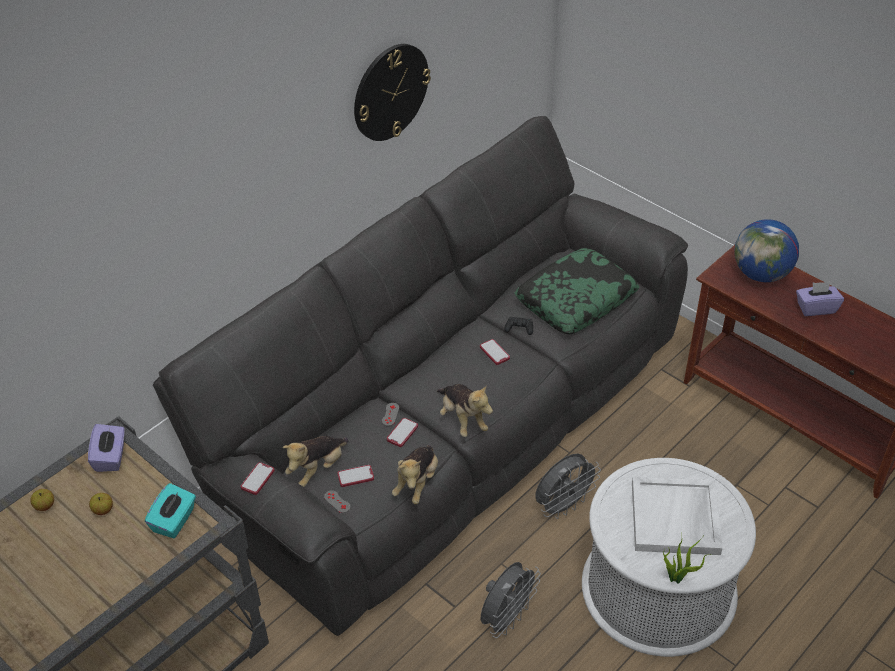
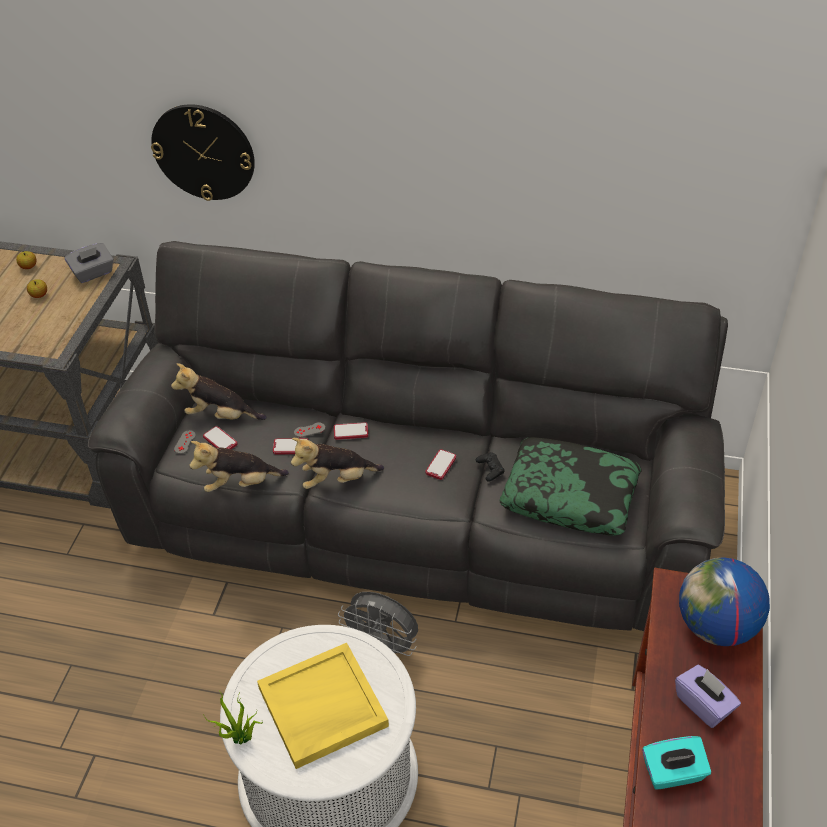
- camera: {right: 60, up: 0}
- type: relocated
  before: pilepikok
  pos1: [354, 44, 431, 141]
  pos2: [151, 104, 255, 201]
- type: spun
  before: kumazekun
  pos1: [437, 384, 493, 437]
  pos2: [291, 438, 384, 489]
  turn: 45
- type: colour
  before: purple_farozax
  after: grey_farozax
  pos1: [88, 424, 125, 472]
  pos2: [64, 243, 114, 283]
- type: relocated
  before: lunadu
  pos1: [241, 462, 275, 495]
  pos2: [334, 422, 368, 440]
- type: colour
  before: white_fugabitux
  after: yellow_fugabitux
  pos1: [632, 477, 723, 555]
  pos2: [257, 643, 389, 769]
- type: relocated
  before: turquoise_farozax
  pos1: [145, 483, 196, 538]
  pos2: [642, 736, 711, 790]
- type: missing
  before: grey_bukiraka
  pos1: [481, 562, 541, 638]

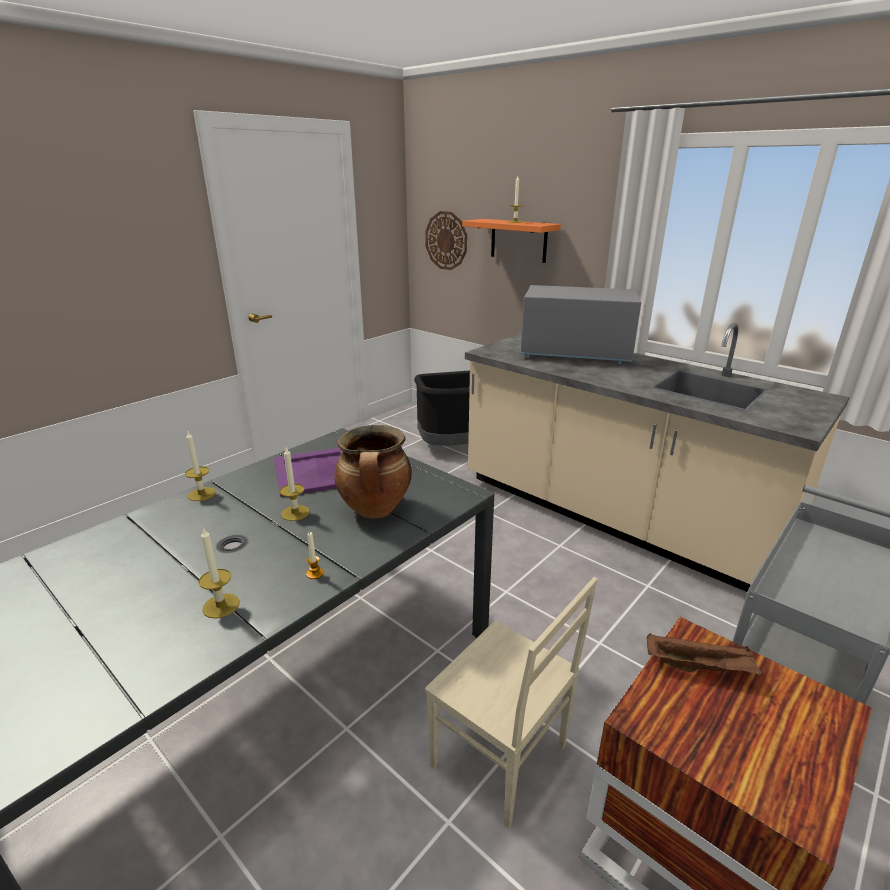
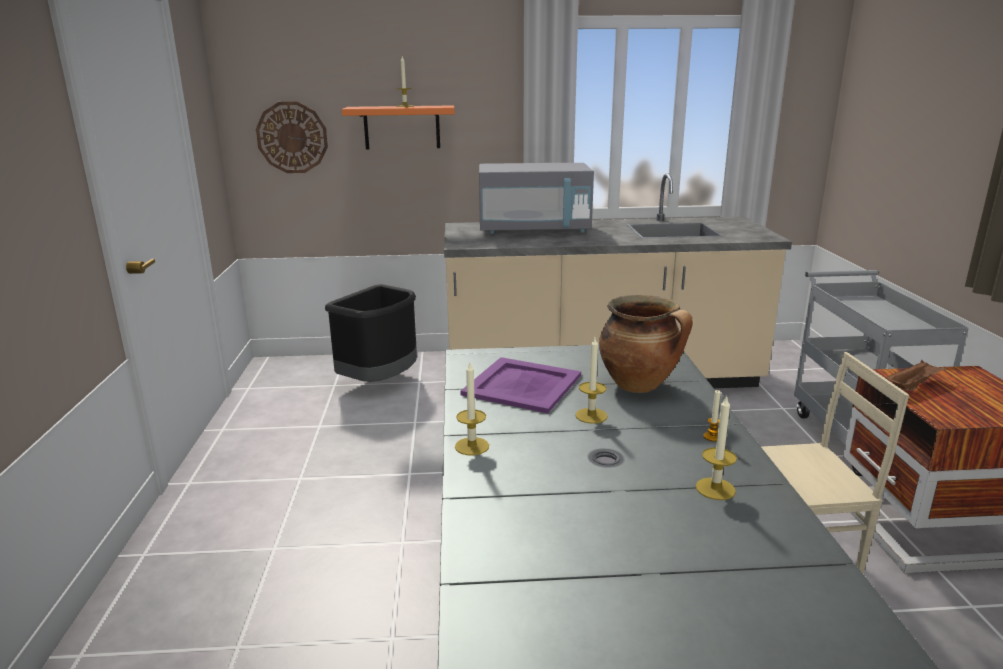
- camera: {right: -45, up: -5}
- type: spun
  before: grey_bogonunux
  pos1: [520, 285, 641, 364]
  pos2: [479, 163, 594, 234]
  turn: -150

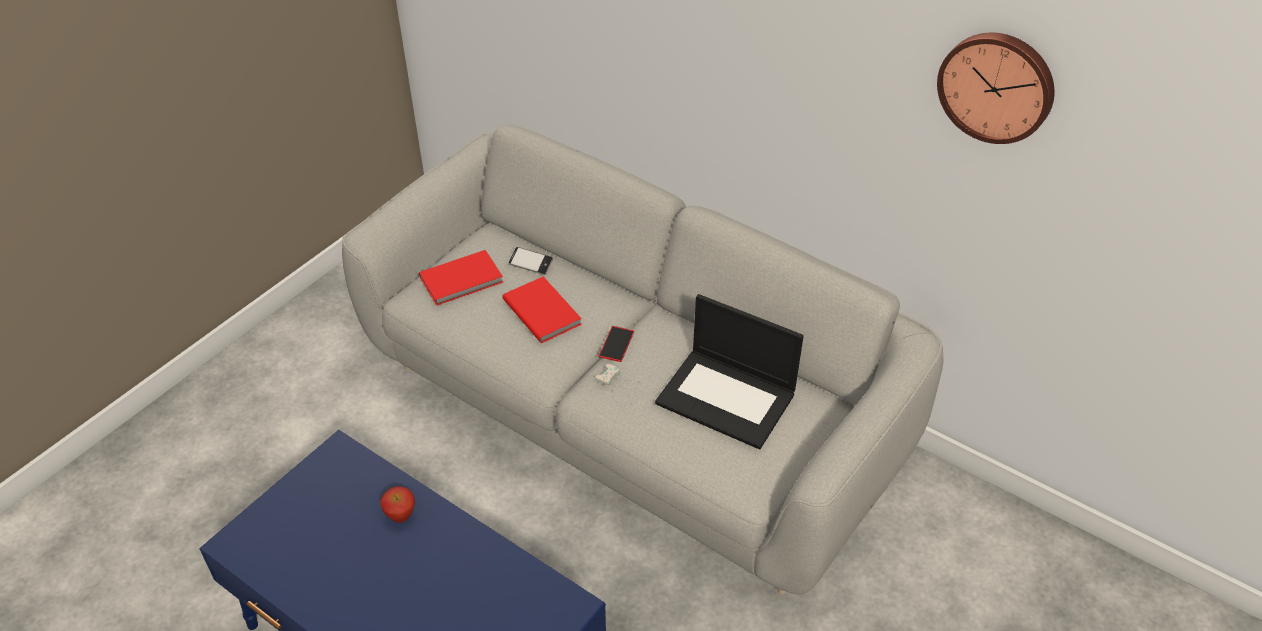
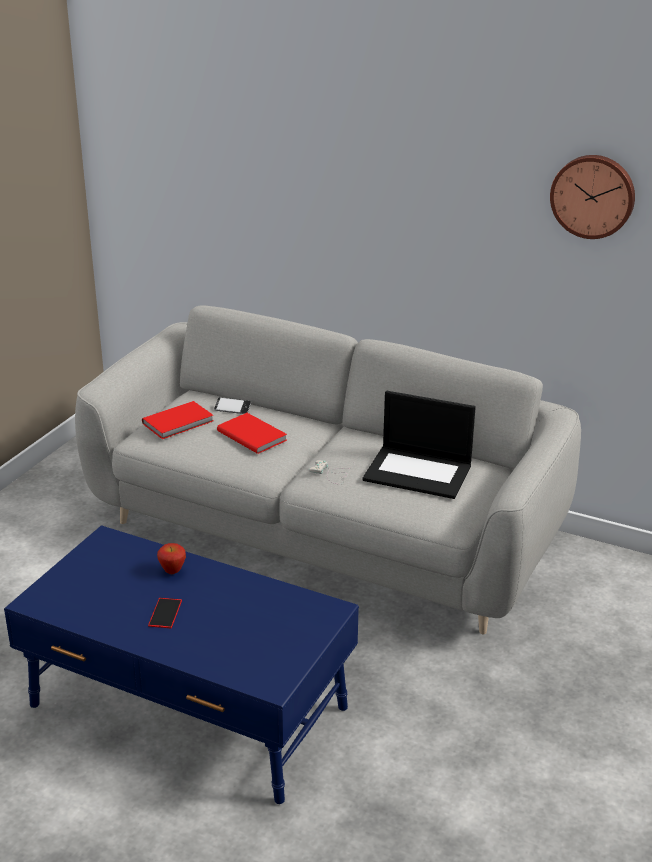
- camera: {right: -10, up: -15}
- type: relocated
  before: lunadu
  pos1: [599, 326, 634, 362]
  pos2: [148, 598, 182, 628]

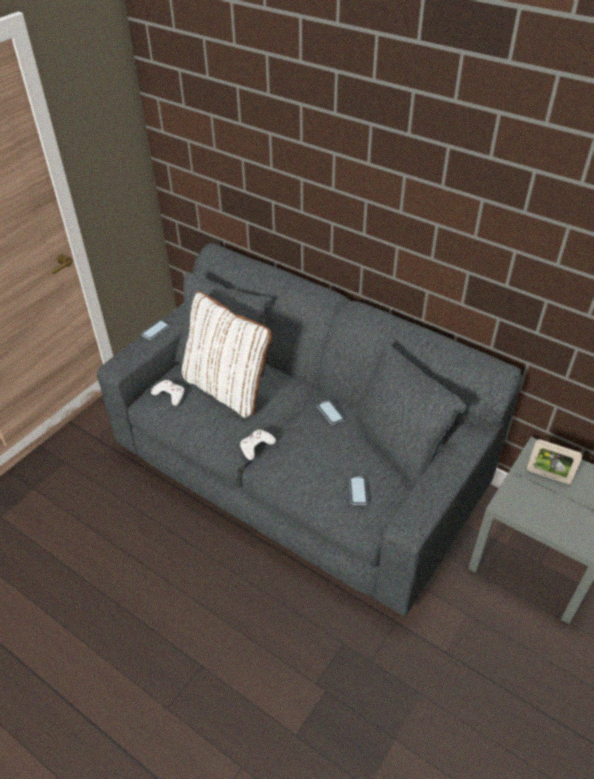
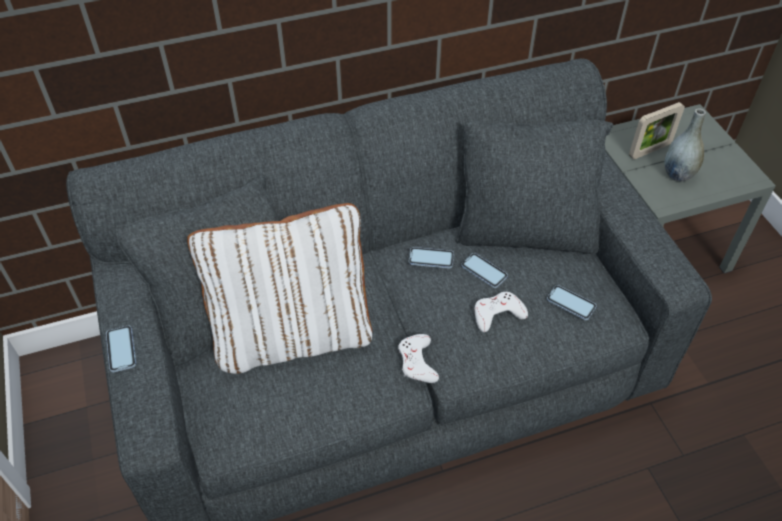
- camera: {right: -55, up: 5}
- type: relocated
  before: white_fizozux
  pos1: [151, 380, 184, 406]
  pos2: [475, 292, 528, 332]
- type: appeared
  after: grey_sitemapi
  pos2: [664, 108, 706, 182]
- type: appeared
  after: lunadu
  pos2: [461, 253, 508, 288]

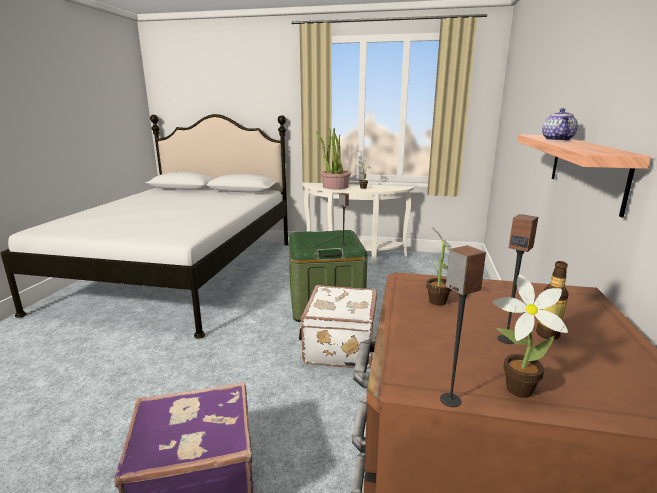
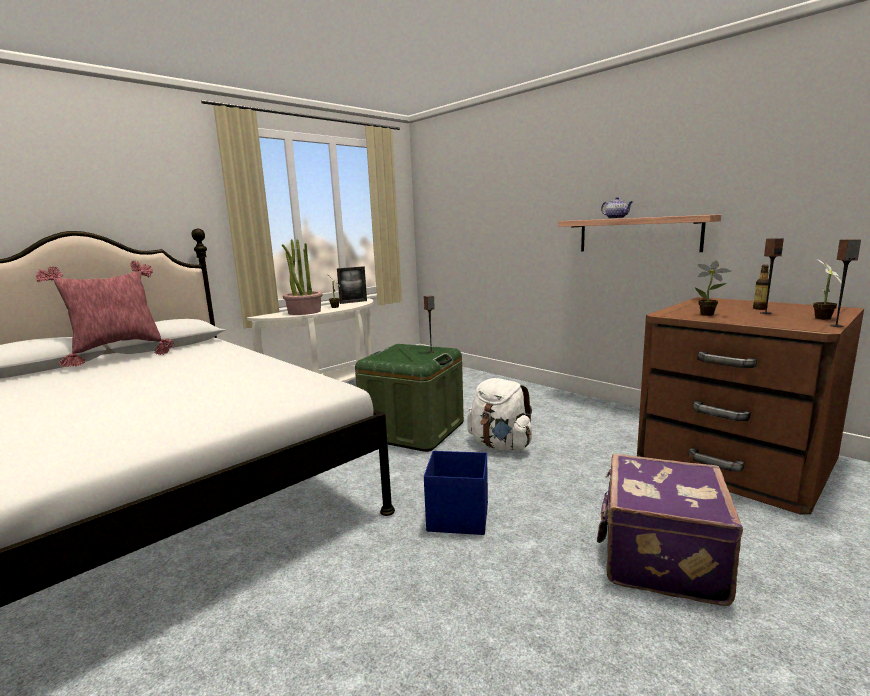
- camera: {right: -55, up: -5}
- type: exchanged
  before: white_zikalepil
  after: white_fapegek
  pos1: [299, 285, 377, 369]
  pos2: [467, 378, 532, 450]
- type: appeared
  after: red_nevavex
  pos2: [36, 260, 174, 367]
- type: appeared
  after: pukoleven
  pos2: [337, 266, 367, 304]
- type: appeared
  after: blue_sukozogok
  pos2: [424, 451, 488, 535]

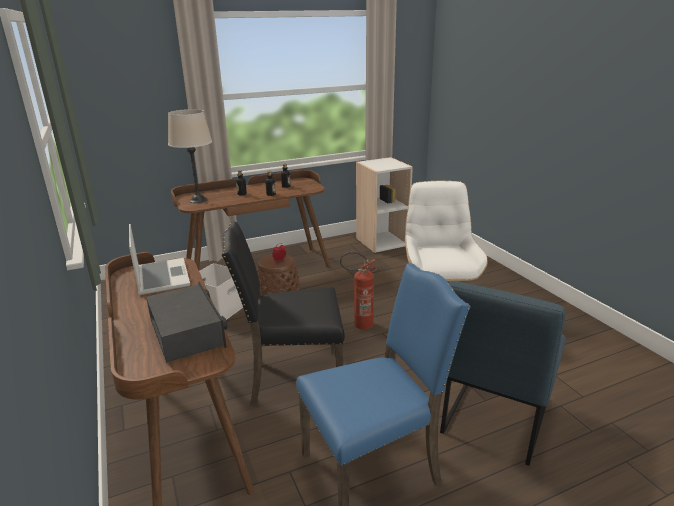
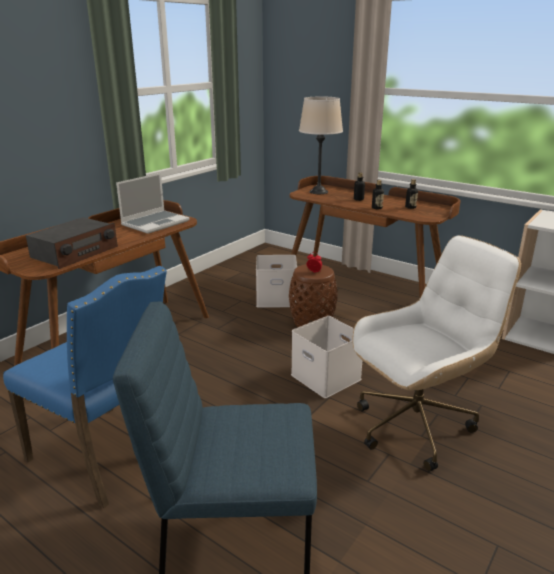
- camera: {right: 60, up: 0}
- type: missing
  before: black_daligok
  pos1: [222, 222, 345, 405]
- type: exchanged
  before: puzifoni
  after: white_sukozogok
  pos1: [340, 252, 378, 330]
  pos2: [291, 316, 362, 398]

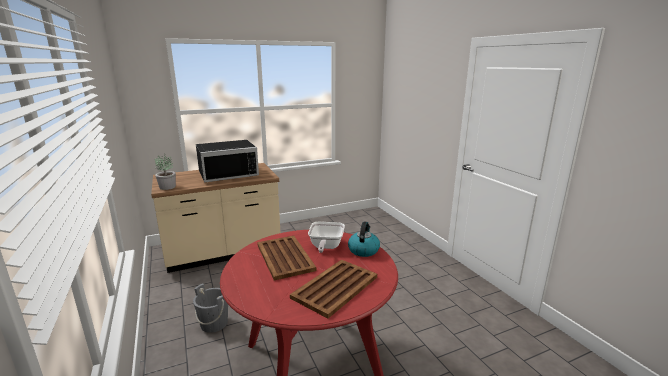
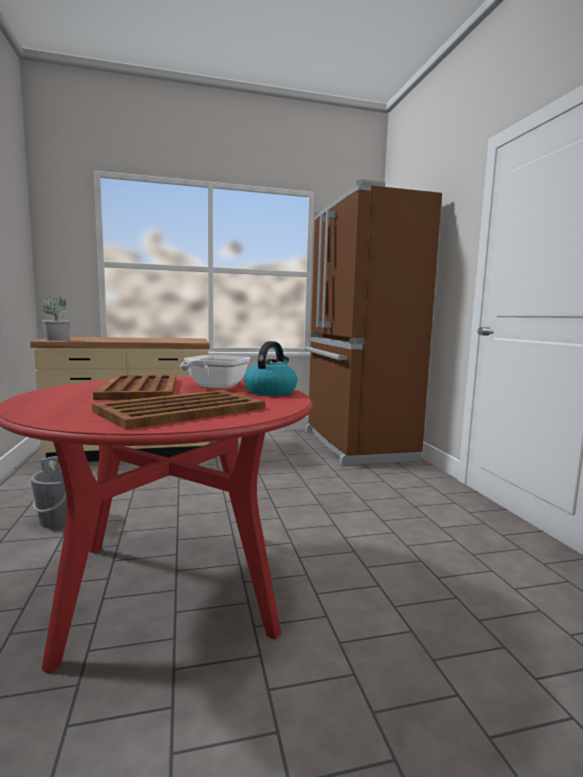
- camera: {right: 10, up: -10}
- type: missing
  before: black_bogonunux
  pos1: [196, 140, 259, 183]
- type: appeared
  after: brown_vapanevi
  pos2: [305, 179, 442, 465]

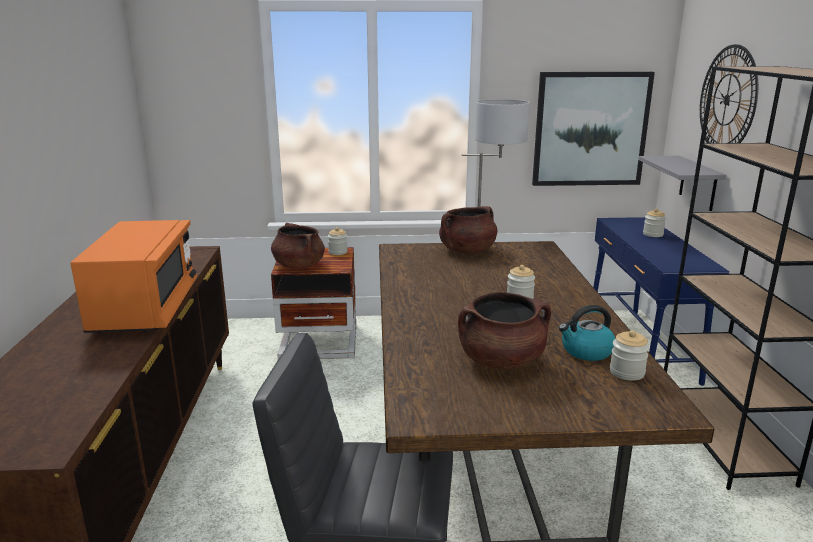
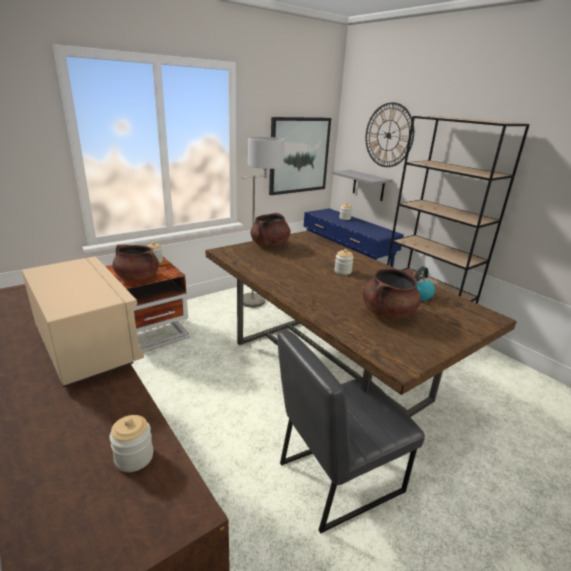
- camera: {right: -35, up: 5}
- type: colour
  before: orange_bogonunux
  after: beige_bogonunux
  pos1: [71, 220, 197, 334]
  pos2: [22, 256, 144, 387]
- type: relocated
  before: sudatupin
  pos1: [610, 330, 649, 381]
  pos2: [109, 415, 153, 472]

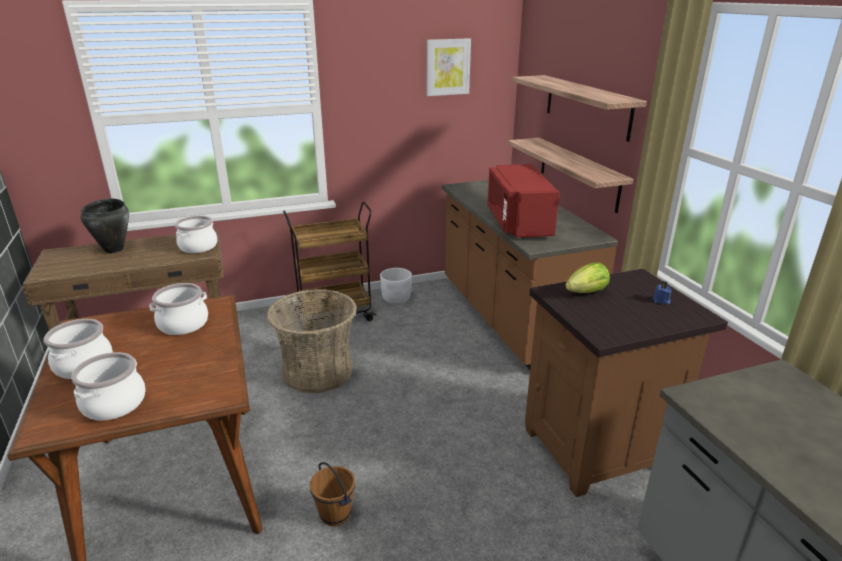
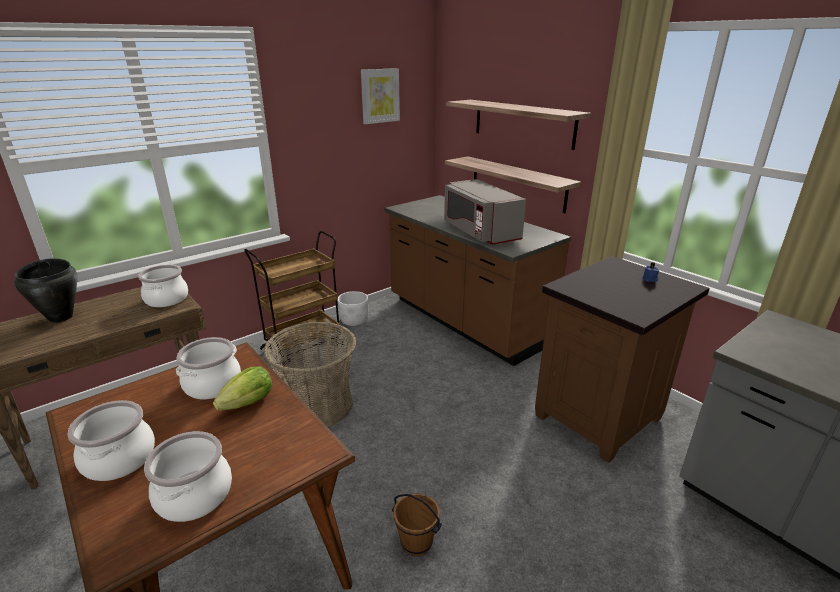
- camera: {right: -20, up: 0}
- type: colour
  before: red_bogonunux
  after: grey_bogonunux
  pos1: [487, 164, 560, 238]
  pos2: [444, 179, 526, 245]
- type: relocated
  before: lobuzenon
  pos1: [565, 263, 610, 293]
  pos2: [213, 367, 272, 411]

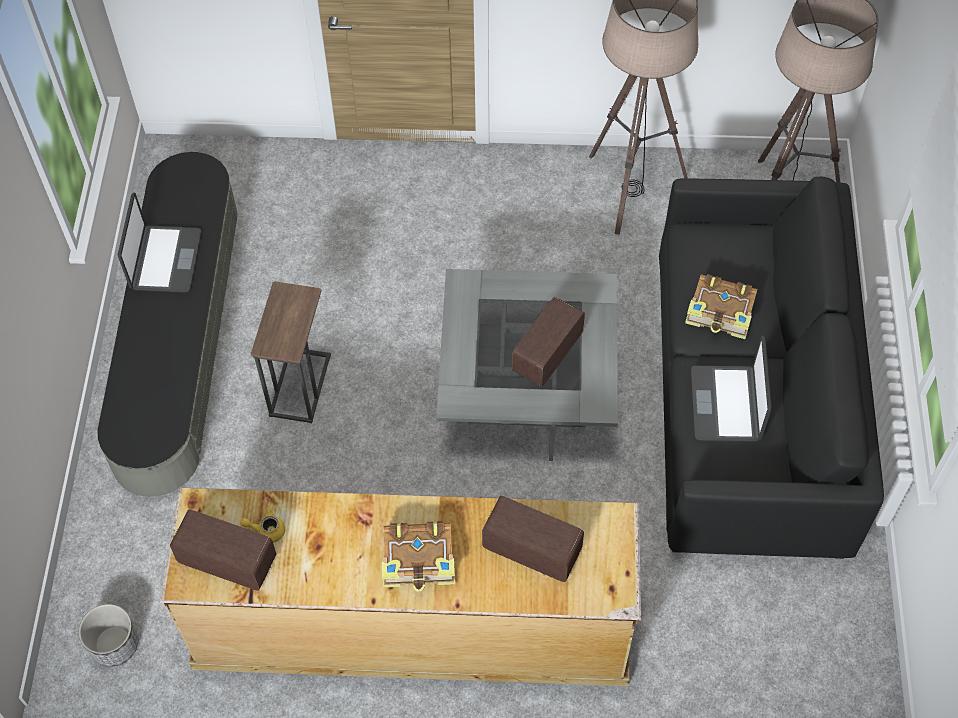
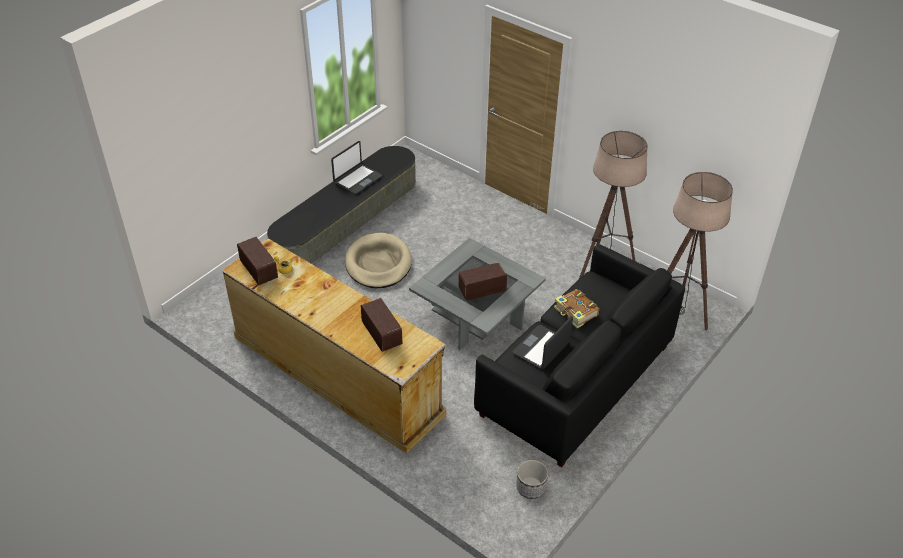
- camera: {right: 35, up: -15}
- type: exchanged
  before: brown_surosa
  after: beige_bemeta
  pos1: [251, 281, 331, 423]
  pos2: [345, 233, 412, 288]
- type: missing
  before: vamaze
  pos1: [382, 521, 455, 592]
- type: relocated
  before: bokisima
  pos1: [79, 604, 138, 667]
  pos2: [516, 460, 548, 499]

